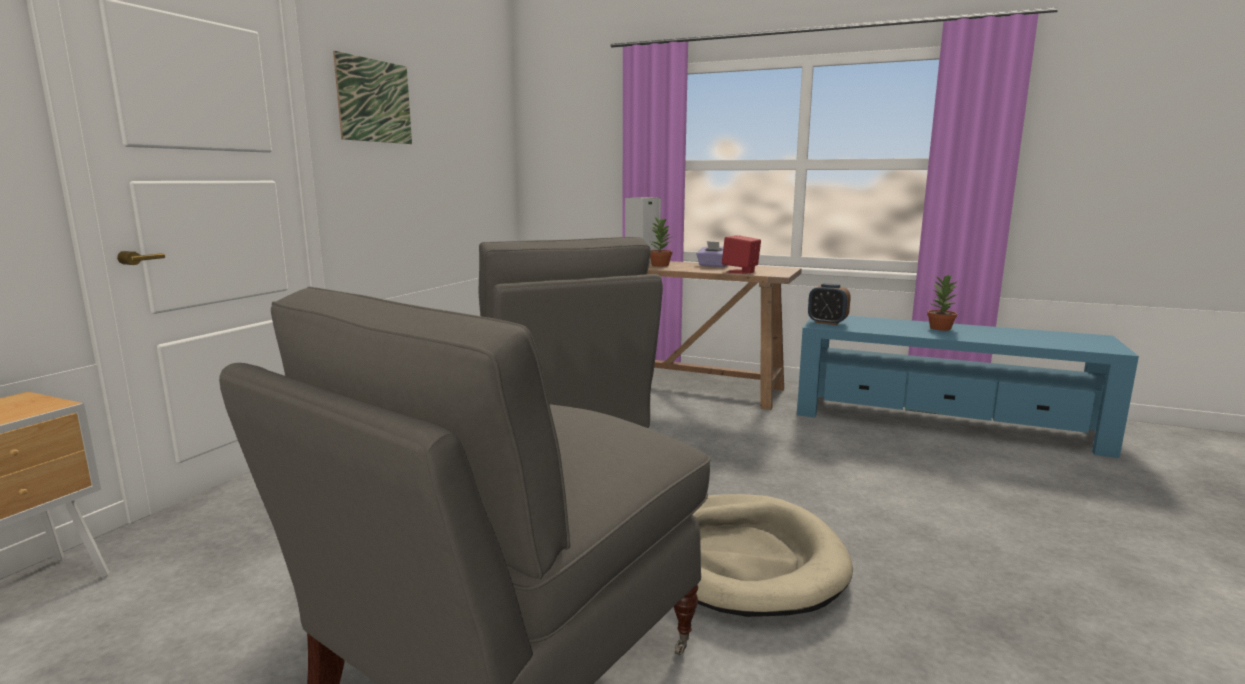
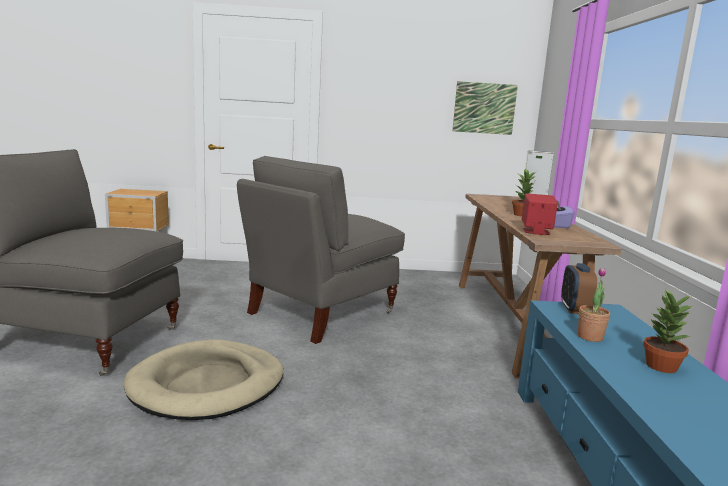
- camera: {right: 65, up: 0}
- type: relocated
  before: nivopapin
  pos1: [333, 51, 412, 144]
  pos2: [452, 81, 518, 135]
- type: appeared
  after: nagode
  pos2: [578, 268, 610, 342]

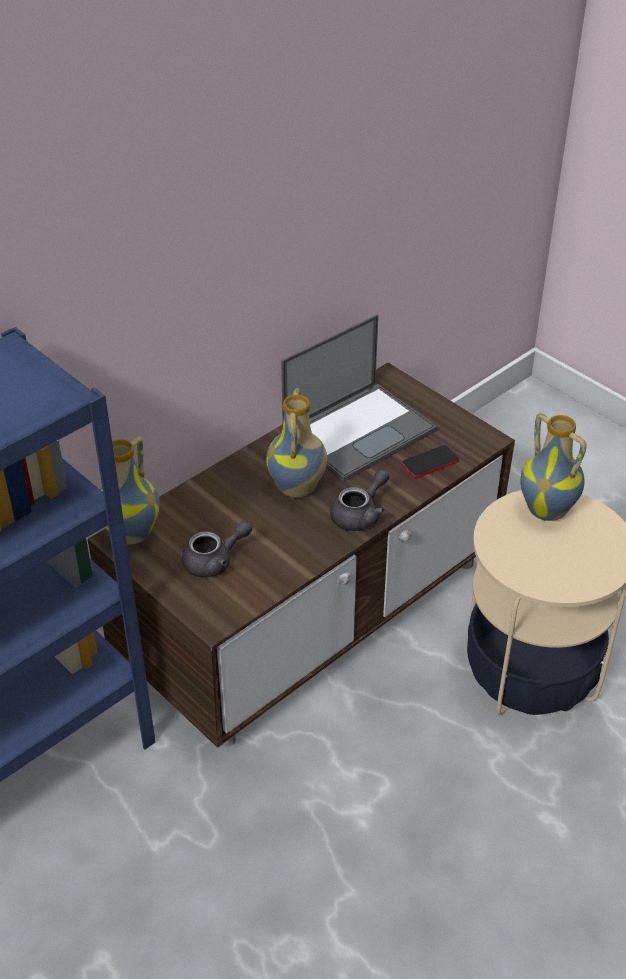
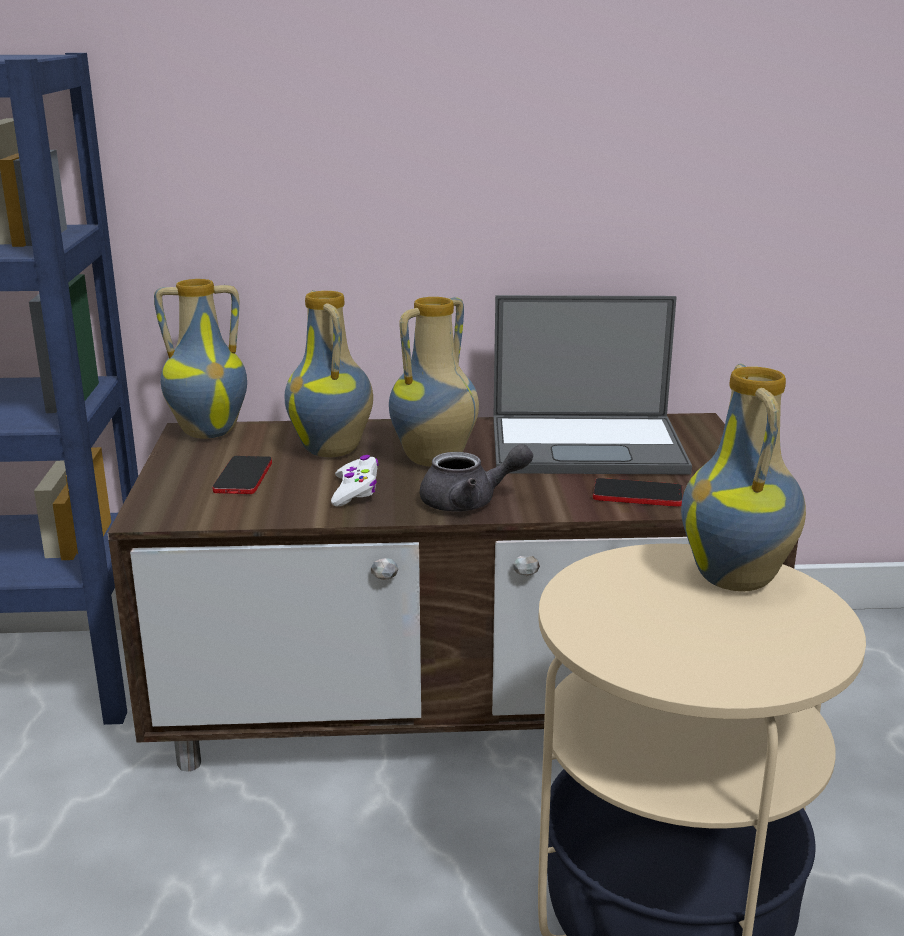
- camera: {right: 40, up: -20}
- type: exchanged
  before: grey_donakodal
  after: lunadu
  pos1: [182, 521, 252, 577]
  pos2: [213, 456, 272, 494]
- type: appeared
  after: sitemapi
  pos2: [284, 290, 373, 457]
- type: appeared
  after: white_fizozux
  pos2: [331, 455, 379, 506]

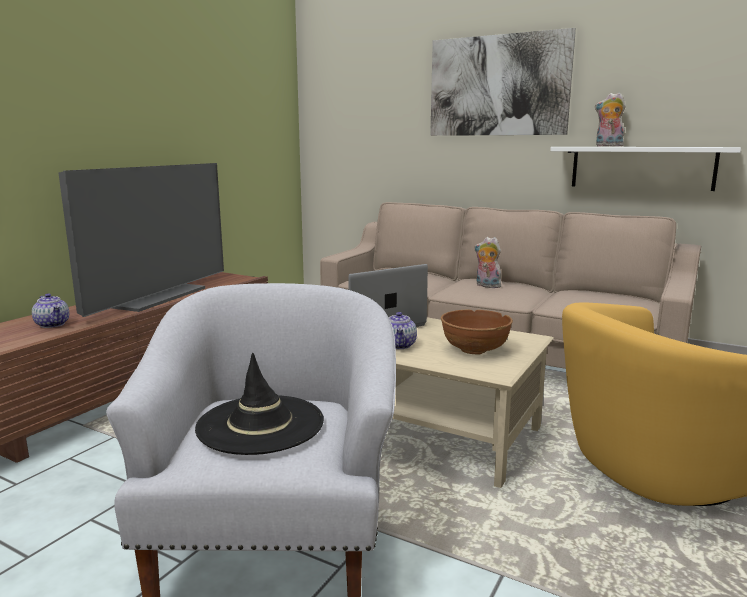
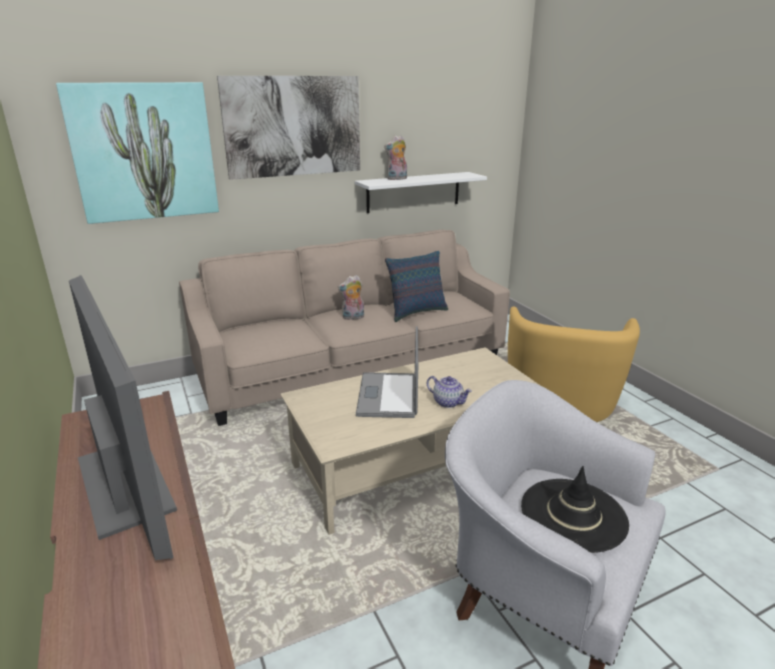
- camera: {right: -55, up: 10}
- type: missing
  before: donakodal
  pos1: [32, 293, 69, 328]
- type: missing
  before: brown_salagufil
  pos1: [441, 309, 513, 354]
- type: appeared
  after: nivopapin
  pos2: [56, 82, 219, 224]
- type: appeared
  after: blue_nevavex
  pos2: [385, 251, 448, 322]

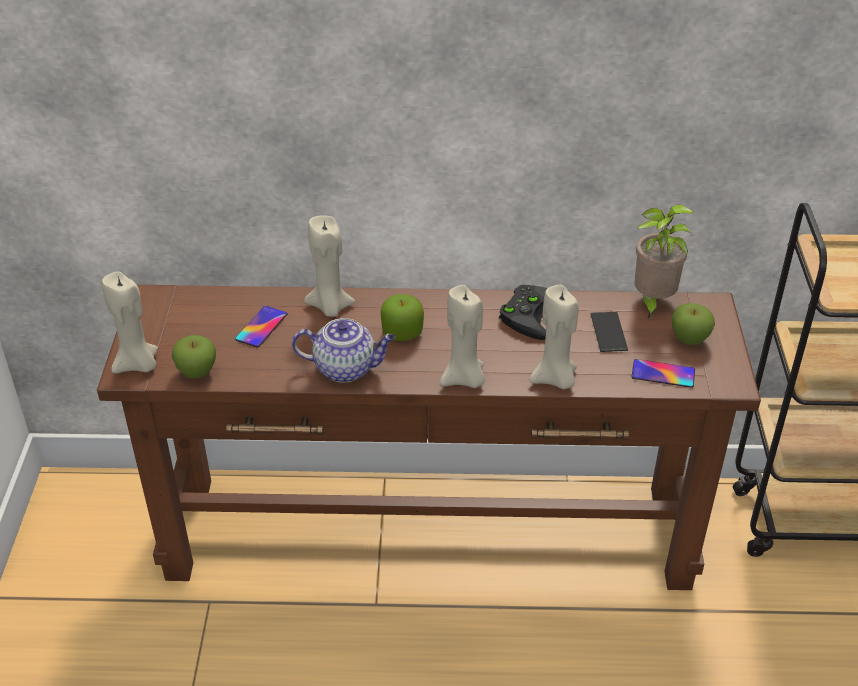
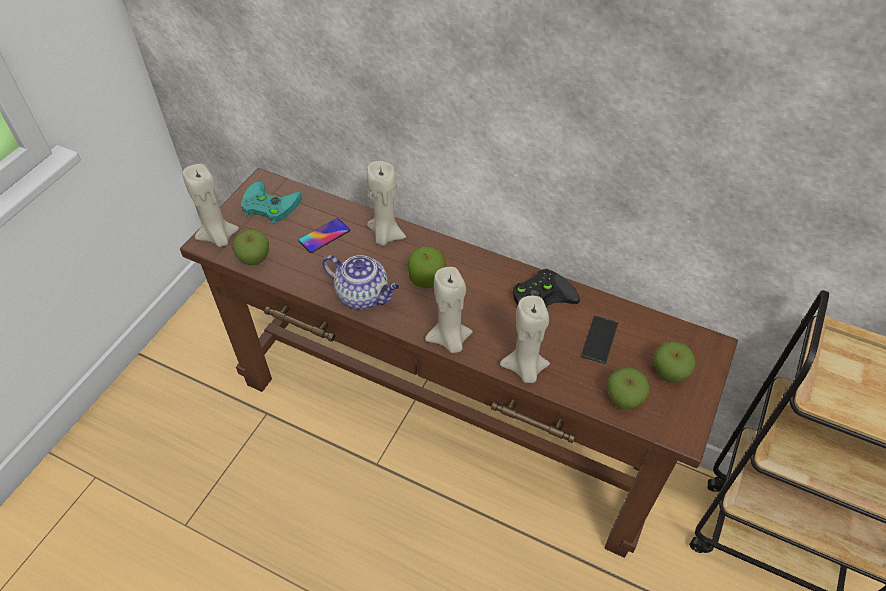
- camera: {right: 25, up: 10}
- type: missing
  before: nagode
  pos1: [635, 204, 694, 319]
- type: exchanged
  before: lunadu
  after: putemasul
  pos1: [631, 359, 695, 388]
  pos2: [608, 367, 650, 410]
- type: appeared
  after: turquoise_fizozux
  pos2: [241, 182, 302, 224]

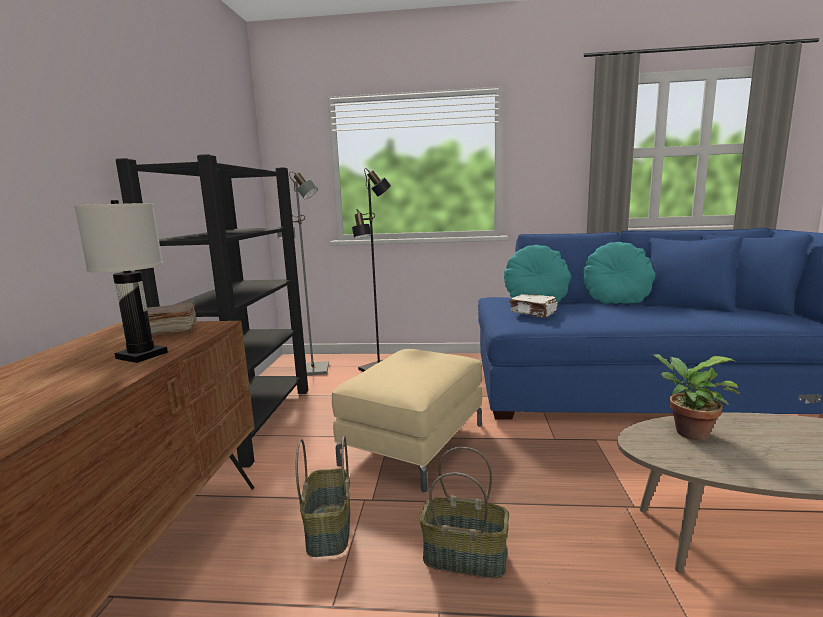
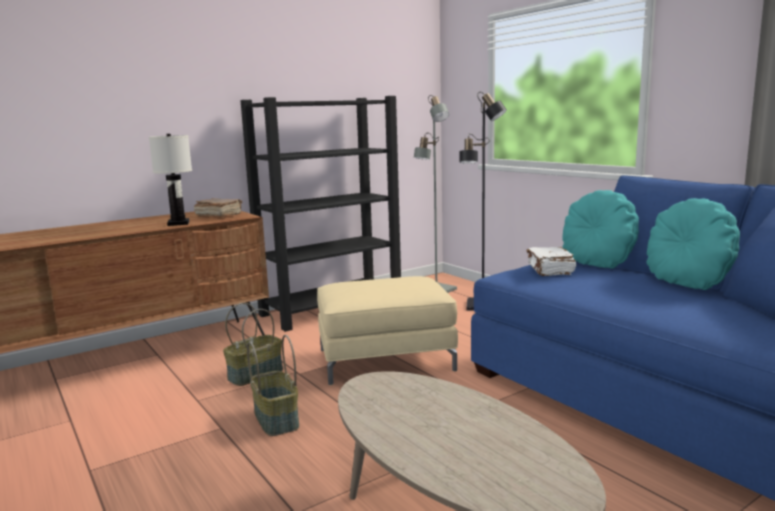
- camera: {right: 50, up: 0}
- type: missing
  before: nagode
  pos1: [651, 354, 740, 440]

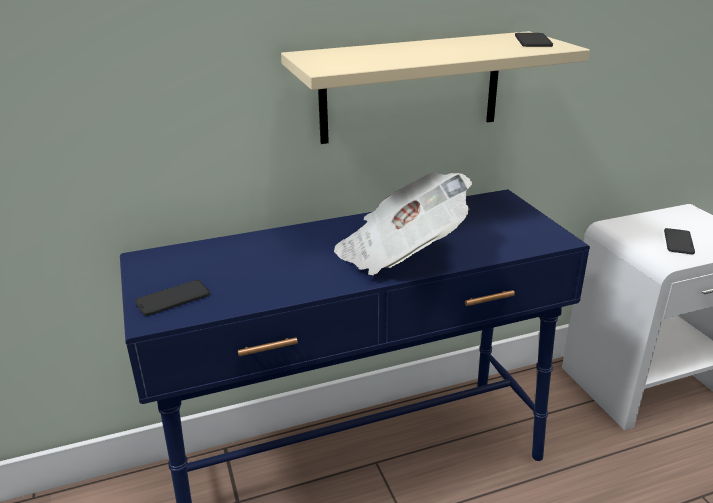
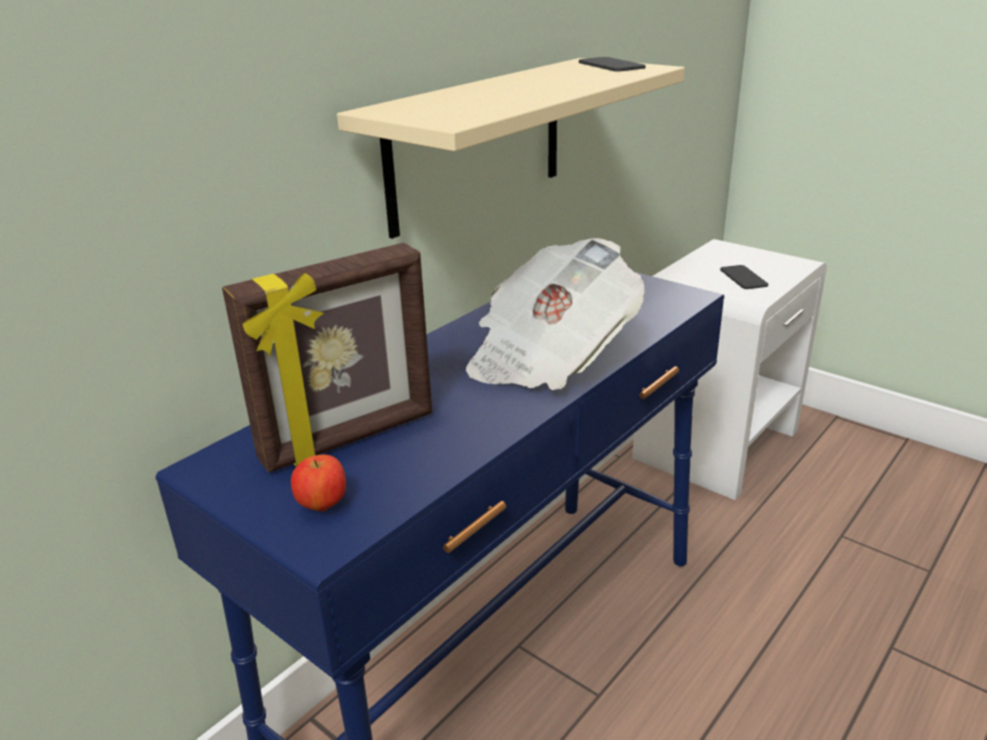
- camera: {right: -30, up: 0}
- type: exchanged
  before: lunadu
  after: putemasul
  pos1: [135, 280, 210, 316]
  pos2: [291, 455, 346, 511]
- type: appeared
  after: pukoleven
  pos2: [222, 243, 432, 473]

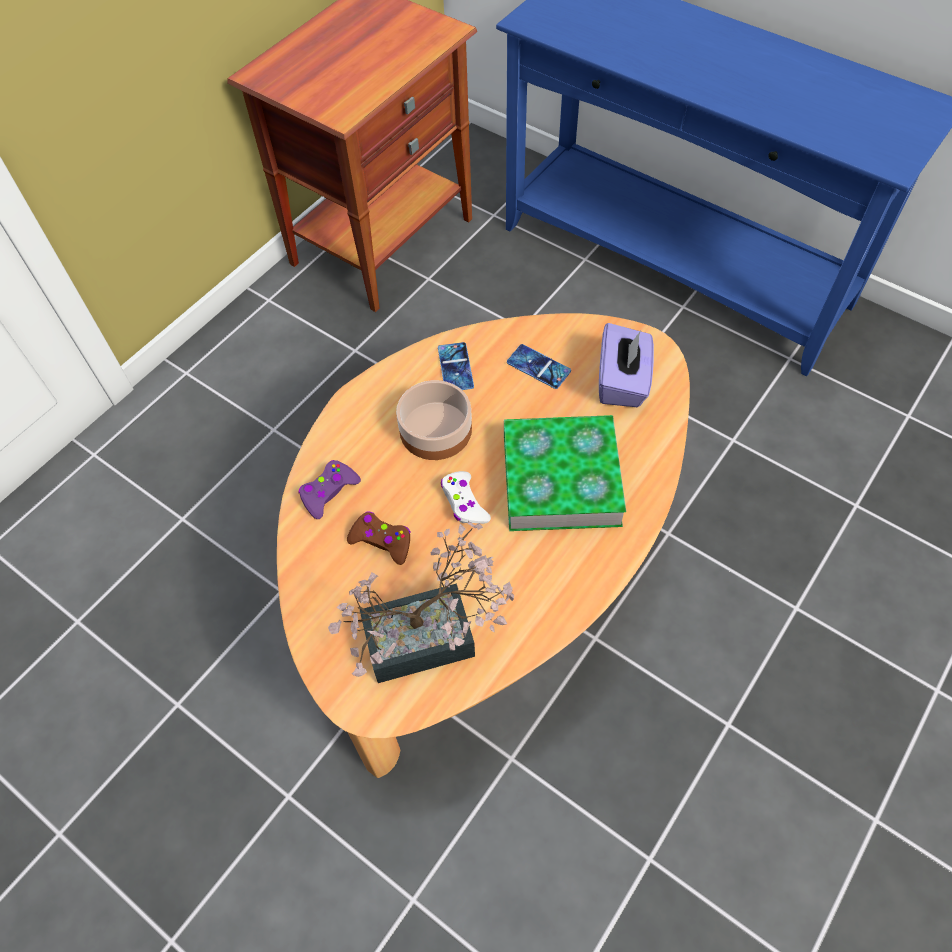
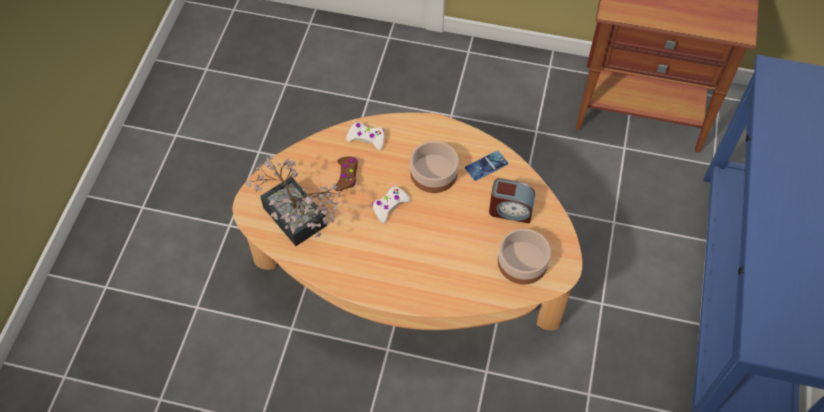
- camera: {right: 65, up: 0}
- type: exchanged
  before: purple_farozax
  after: salagufil
  pos1: [599, 323, 654, 407]
  pos2: [498, 229, 551, 285]
- type: exchanged
  before: lunadu
  after: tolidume
  pos1: [507, 344, 571, 389]
  pos2: [489, 178, 535, 224]
- type: missing
  before: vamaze
  pos1: [504, 415, 626, 531]
- type: colour
  before: purple_fizozux
  after: white_fizozux
  pos1: [299, 460, 361, 519]
  pos2: [346, 122, 384, 150]

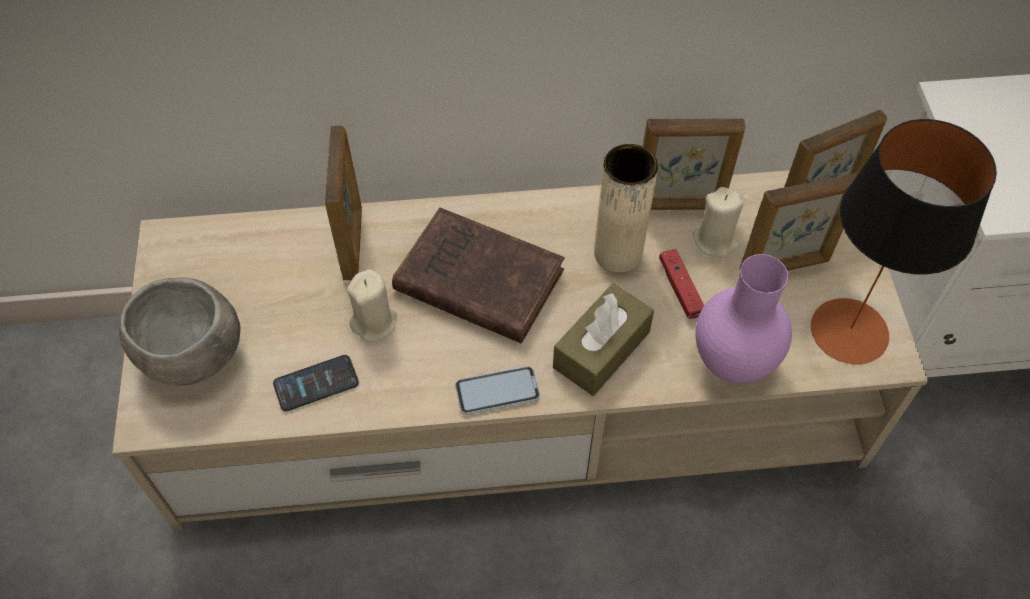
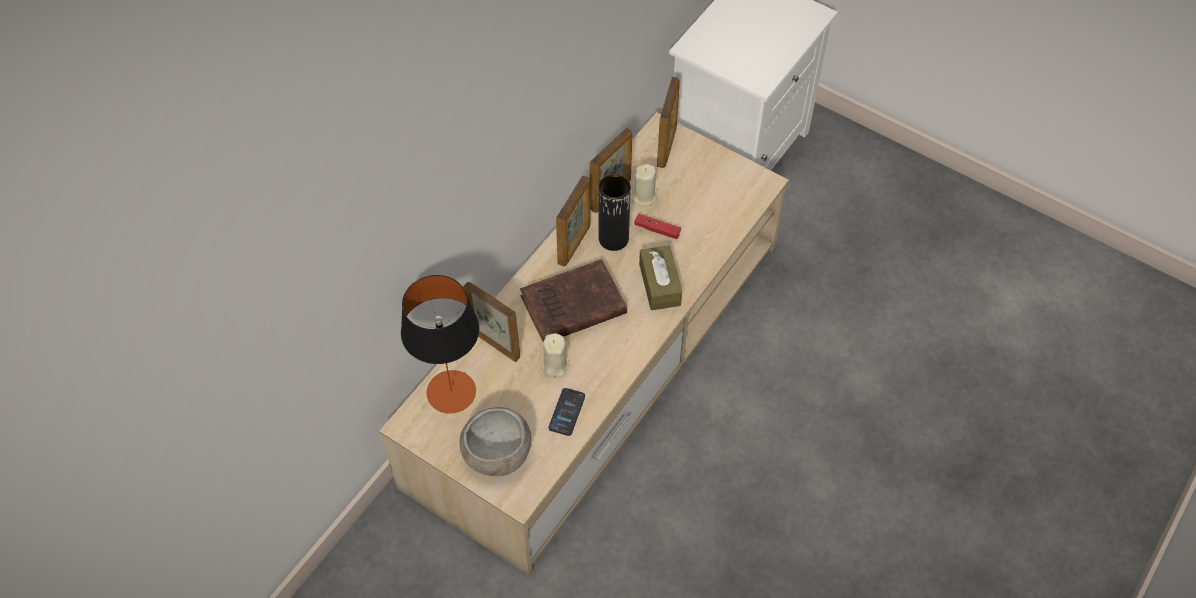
- camera: {right: -50, up: 0}
- type: relocated
  before: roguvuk
  pos1: [811, 119, 997, 364]
  pos2: [401, 275, 479, 414]
- type: colour
  before: beige_sitemapi
  after: black_sitemapi
  pos1: [594, 144, 658, 273]
  pos2: [599, 174, 631, 251]
- type: relocated
  before: pukoleven
  pos1: [739, 172, 859, 271]
  pos2: [556, 175, 590, 267]
- type: missing
  before: purple_sitemapi
  pos1: [696, 254, 792, 383]
- type: missing
  before: lunadu
  pos1: [455, 366, 540, 415]

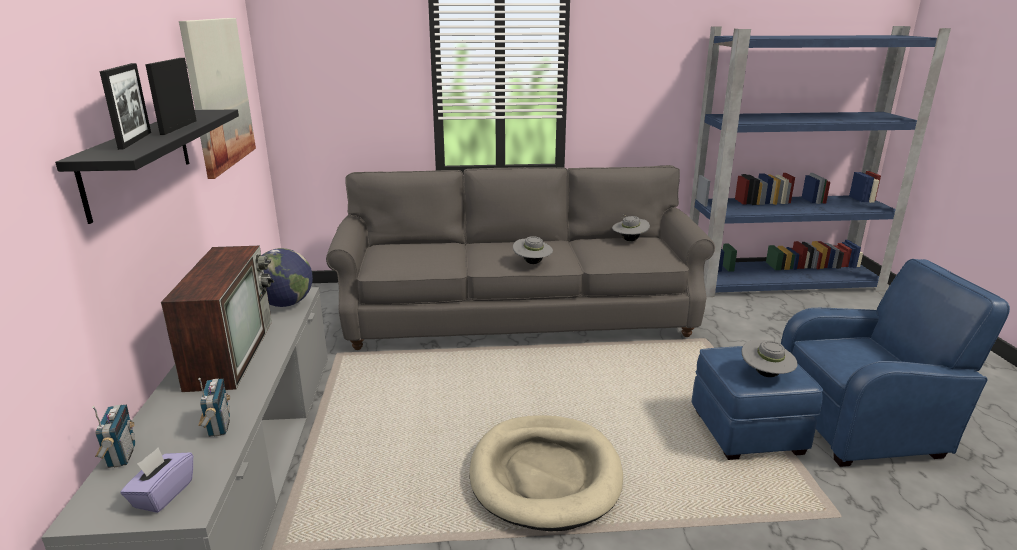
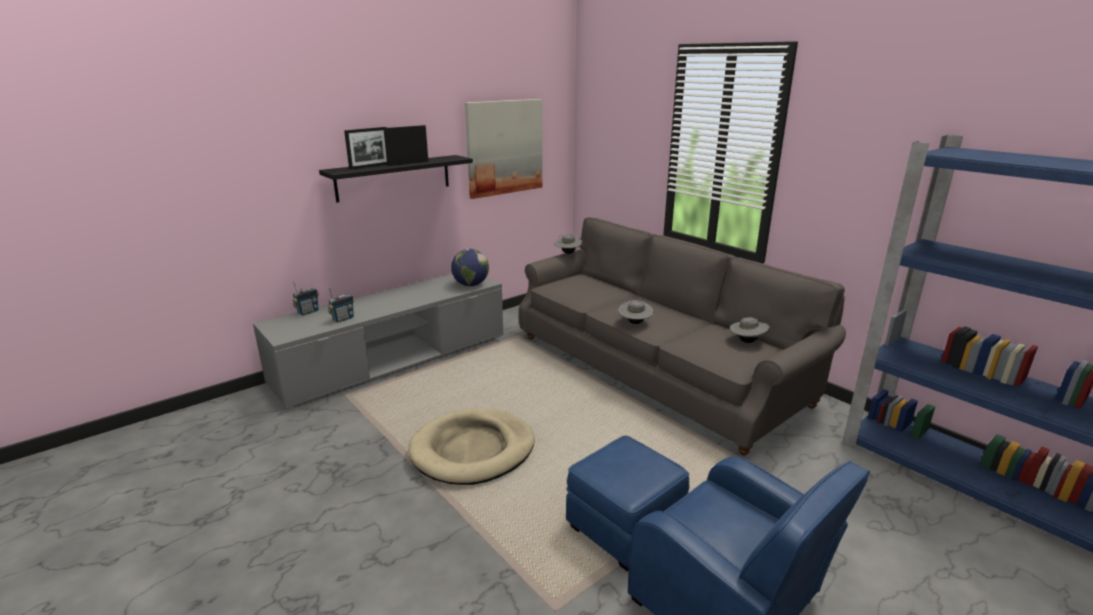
- camera: {right: 55, up: 0}
- type: missing
  before: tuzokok
  pos1: [161, 246, 274, 392]
- type: relocated
  before: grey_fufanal
  pos1: [742, 340, 798, 377]
  pos2: [554, 234, 582, 254]
- type: missing
  before: purple_farozax
  pos1: [120, 447, 193, 513]

